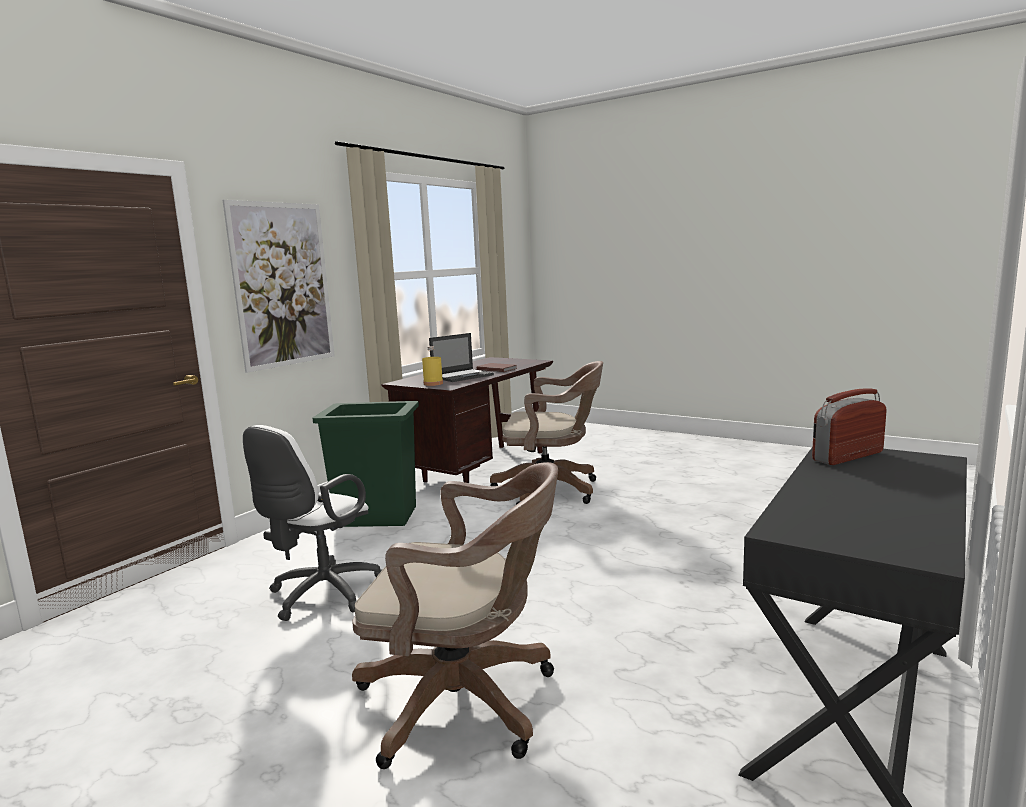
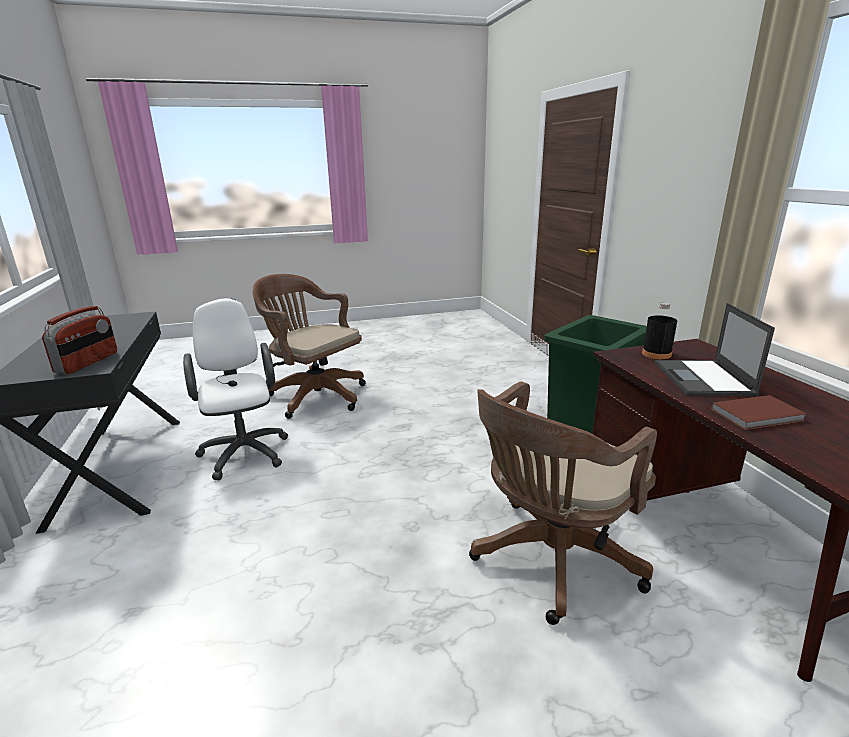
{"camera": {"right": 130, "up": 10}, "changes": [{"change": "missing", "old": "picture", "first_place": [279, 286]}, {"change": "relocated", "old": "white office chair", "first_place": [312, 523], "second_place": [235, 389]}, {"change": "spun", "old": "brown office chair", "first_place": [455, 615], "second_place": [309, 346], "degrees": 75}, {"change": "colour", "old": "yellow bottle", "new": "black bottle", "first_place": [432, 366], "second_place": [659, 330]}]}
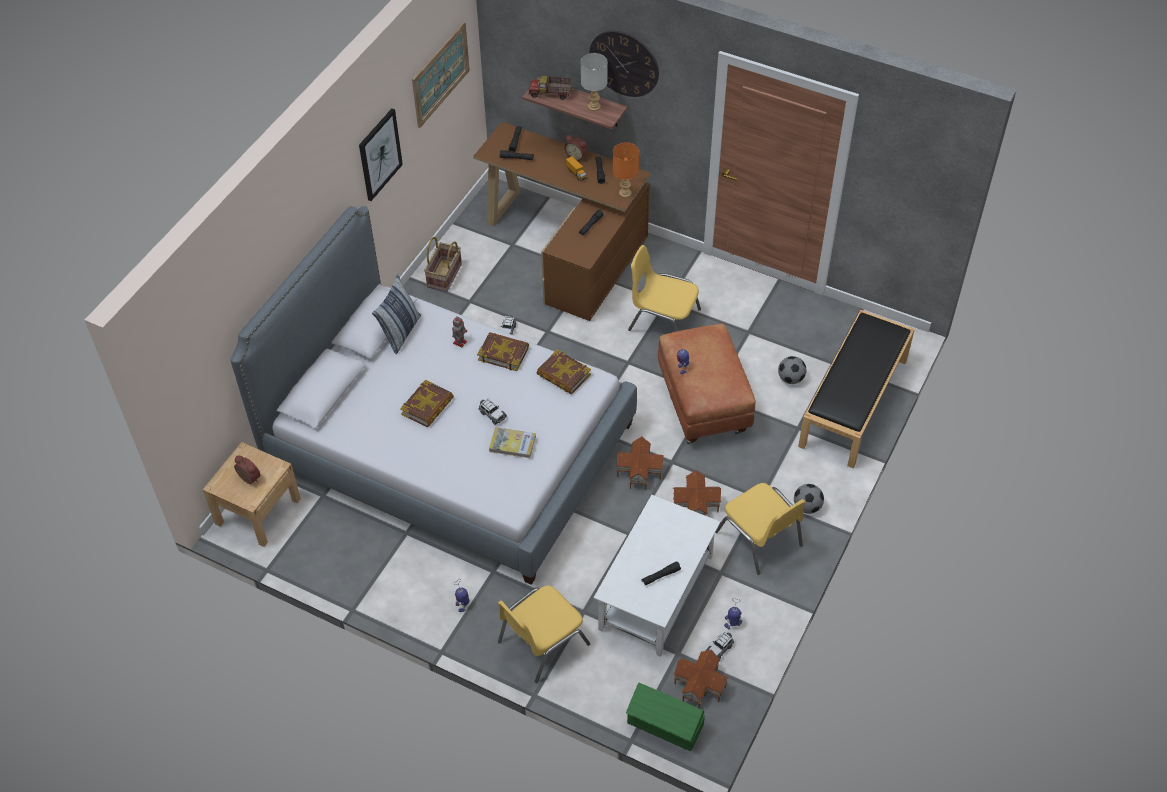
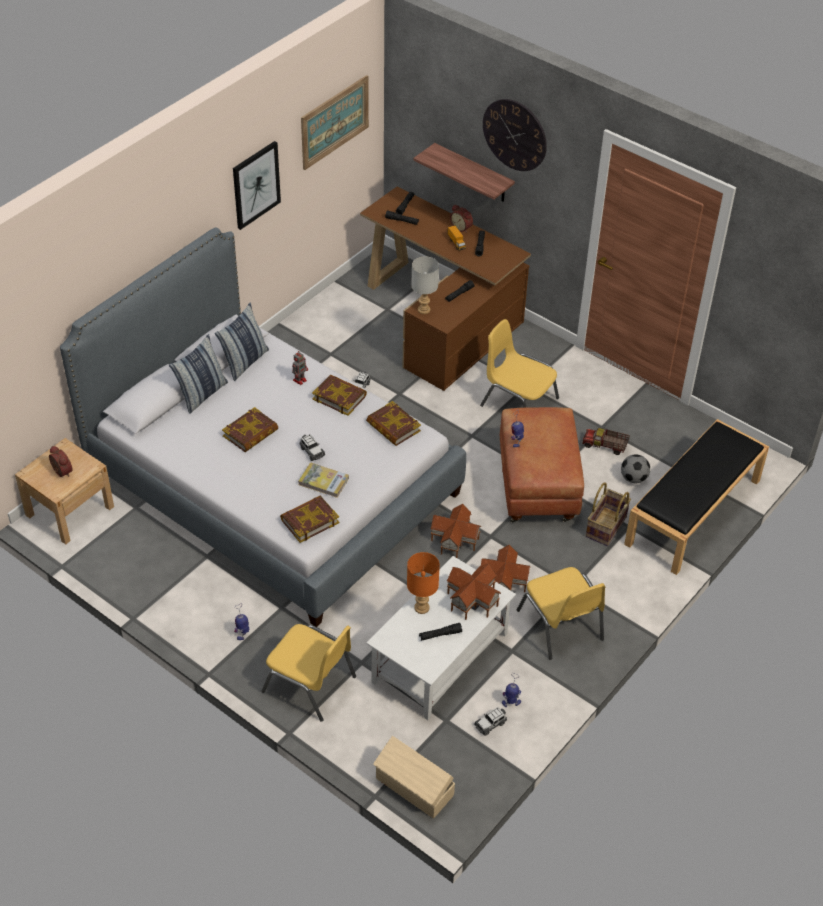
{"camera": {"right": 10, "up": -5}, "changes": [{"change": "relocated", "old": "basket", "first_place": [443, 264], "second_place": [608, 514]}, {"change": "spun", "old": "yellow chair", "first_place": [544, 634], "second_place": [309, 672], "degrees": -120}, {"change": "relocated", "old": "toy truck", "first_place": [550, 88], "second_place": [606, 441]}, {"change": "relocated", "old": "grey table lamp", "first_place": [594, 82], "second_place": [425, 285]}, {"change": "relocated", "old": "orange table lamp", "first_place": [626, 170], "second_place": [423, 583]}, {"change": "colour", "old": "green storage box", "new": "beige storage box", "first_place": [665, 717], "second_place": [414, 777]}, {"change": "relocated", "old": "toy house", "first_place": [701, 679], "second_place": [474, 592]}, {"change": "missing", "old": "football", "first_place": [809, 499]}, {"change": "appeared", "new": "pillow", "second_place": [198, 374]}, {"change": "appeared", "new": "book", "second_place": [309, 519]}]}
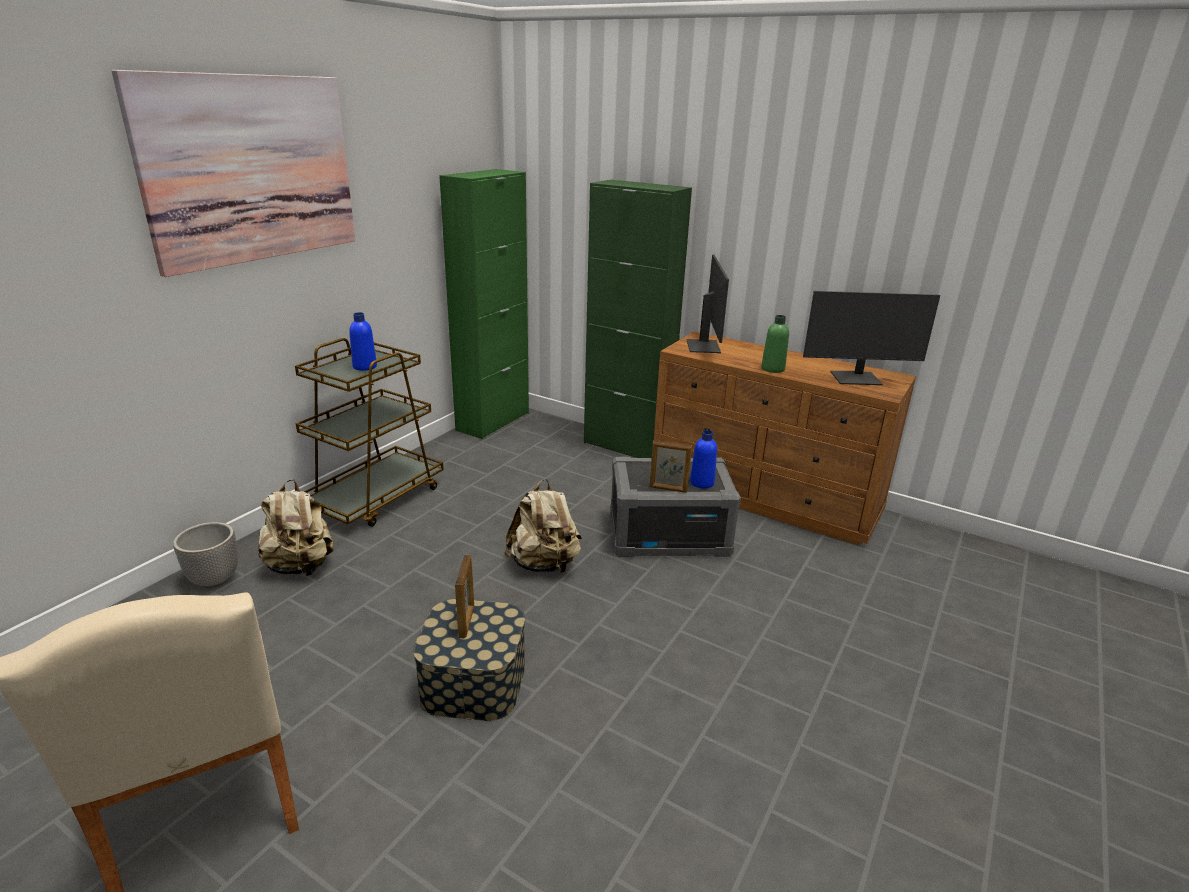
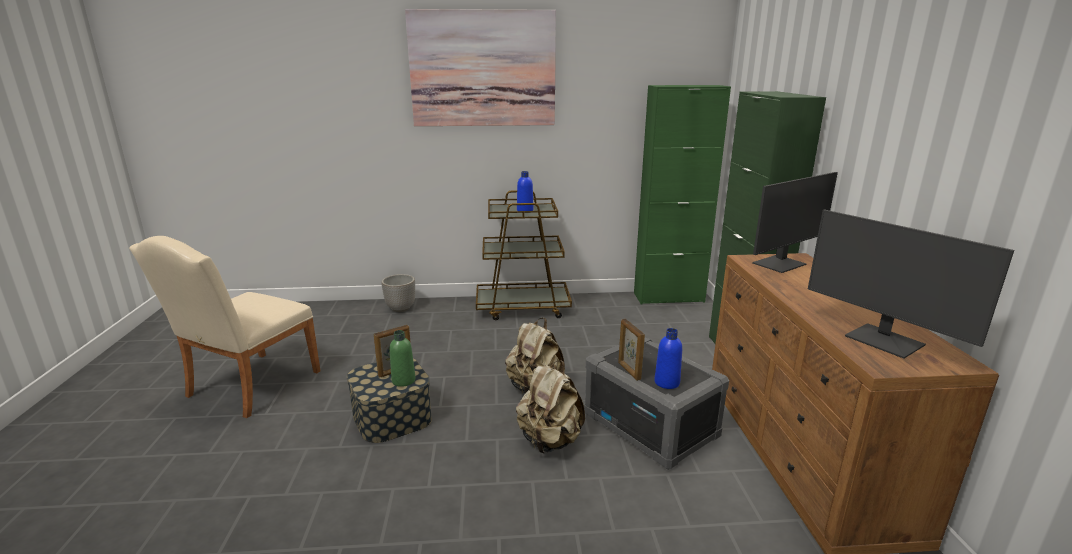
{"camera": {"right": 55, "up": -5}, "changes": [{"change": "relocated", "old": "beige backpack", "first_place": [296, 527], "second_place": [550, 407]}, {"change": "relocated", "old": "green bottle", "first_place": [775, 344], "second_place": [402, 358]}]}
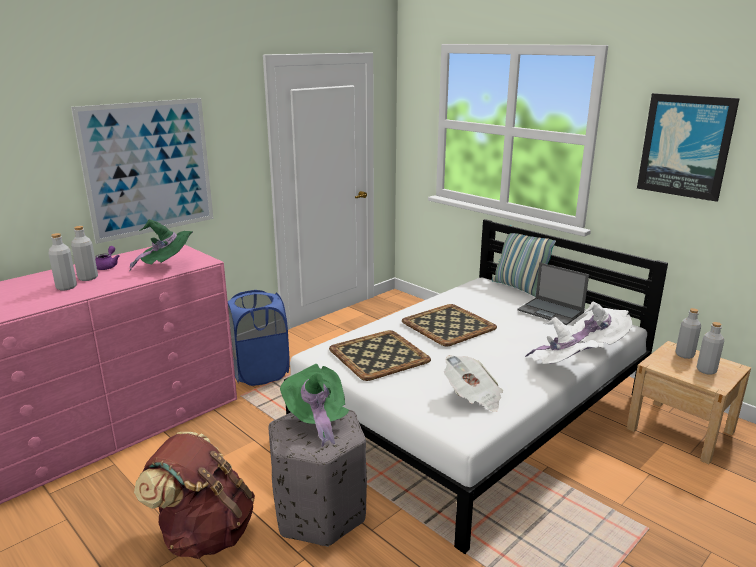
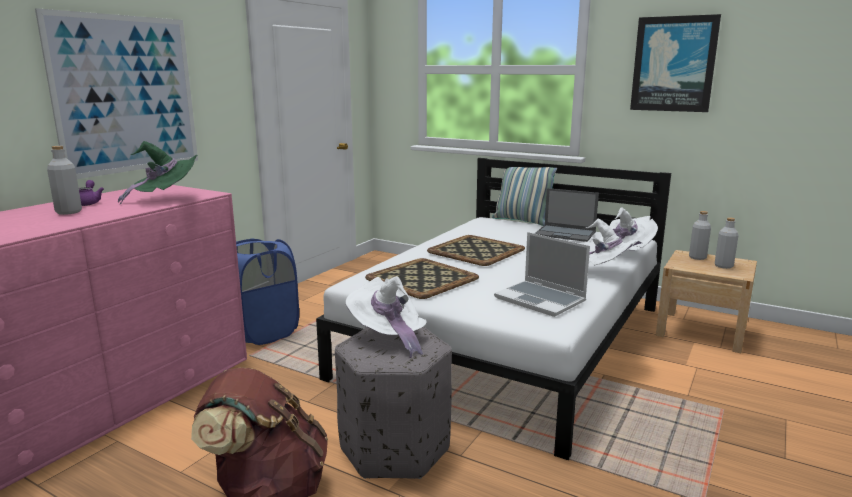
{"camera": {"right": -15, "up": -5}, "changes": [{"change": "missing", "old": "grey bottle", "first_place": [63, 261]}, {"change": "colour", "old": "green hat", "new": "white hat", "first_place": [314, 405], "second_place": [385, 317]}, {"change": "exchanged", "old": "newspaper", "new": "laptop", "first_place": [473, 383], "second_place": [542, 274]}]}
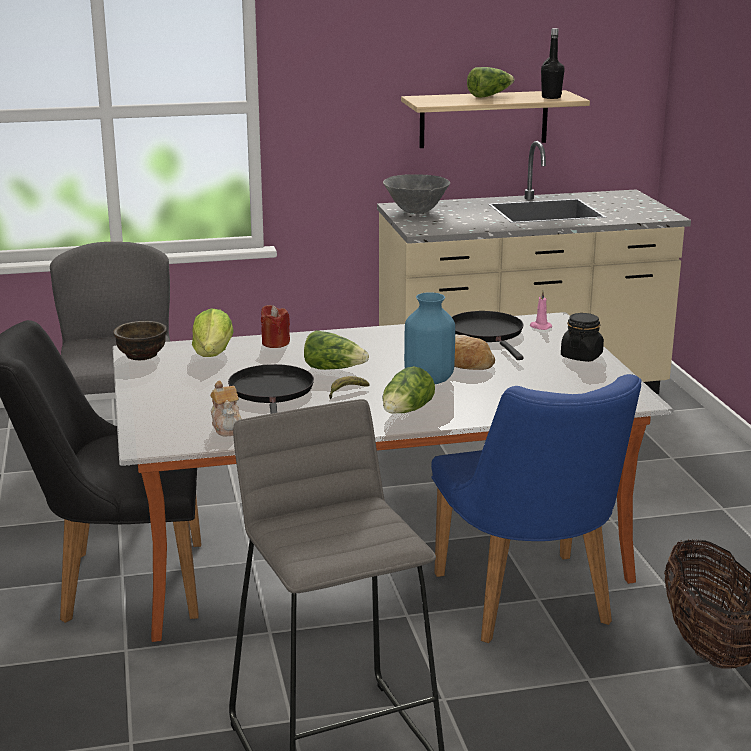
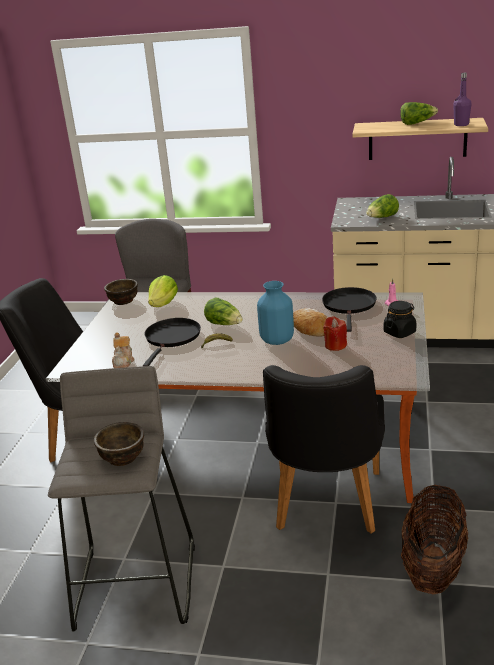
{"camera": {"right": 25, "up": 5}, "changes": [{"change": "relocated", "old": "red candle", "first_place": [275, 326], "second_place": [335, 333]}, {"change": "relocated", "old": "lettuce", "first_place": [408, 389], "second_place": [382, 206]}, {"change": "missing", "old": "grey bowl", "first_place": [416, 194]}, {"change": "colour", "old": "blue chair", "new": "black chair", "first_place": [536, 508], "second_place": [324, 449]}, {"change": "colour", "old": "black bottle", "new": "purple bottle", "first_place": [553, 63], "second_place": [462, 99]}, {"change": "appeared", "new": "brown bowl", "second_place": [119, 444]}]}
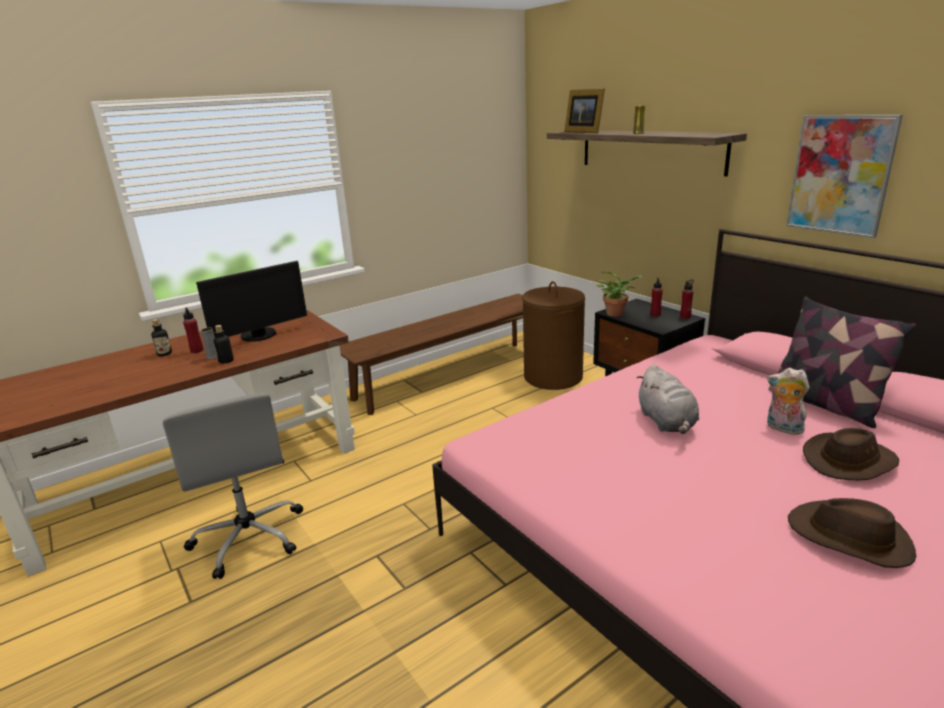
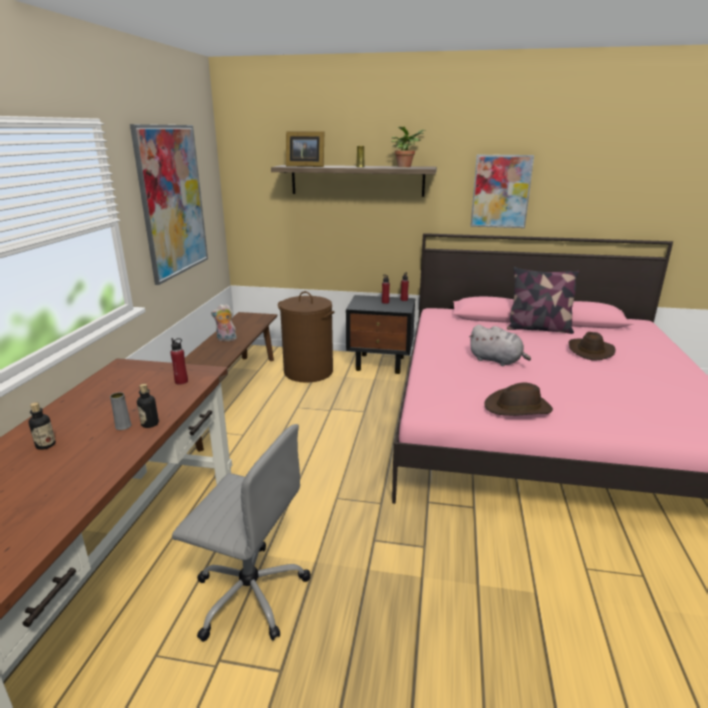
{"camera": {"right": -45, "up": 0}, "changes": [{"change": "relocated", "old": "red bottle", "first_place": [193, 330], "second_place": [179, 361]}, {"change": "missing", "old": "monitor", "first_place": [251, 301]}, {"change": "relocated", "old": "potted plant", "first_place": [619, 293], "second_place": [408, 147]}, {"change": "relocated", "old": "plush toy", "first_place": [788, 401], "second_place": [224, 322]}, {"change": "relocated", "old": "brown hat", "first_place": [852, 533], "second_place": [518, 399]}, {"change": "appeared", "new": "picture", "second_place": [169, 204]}]}
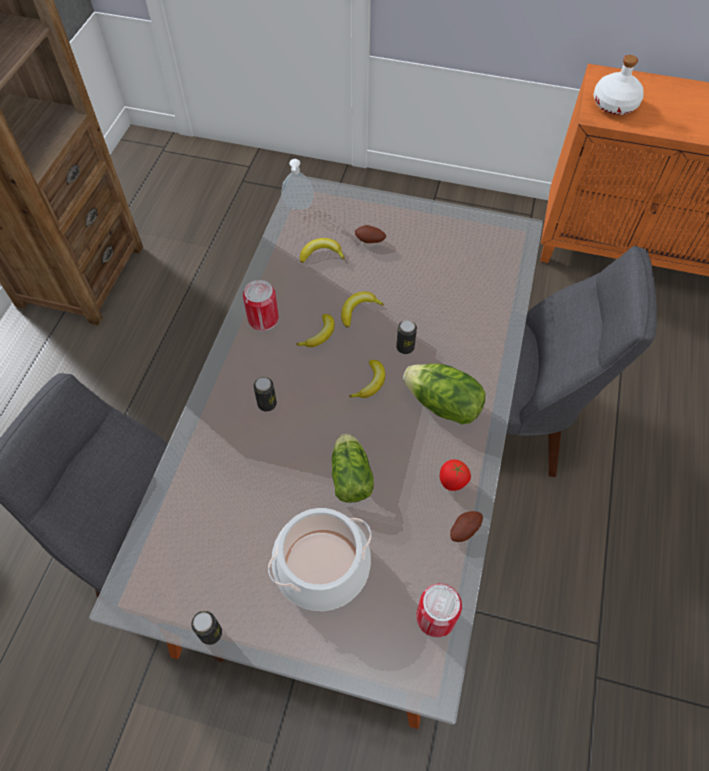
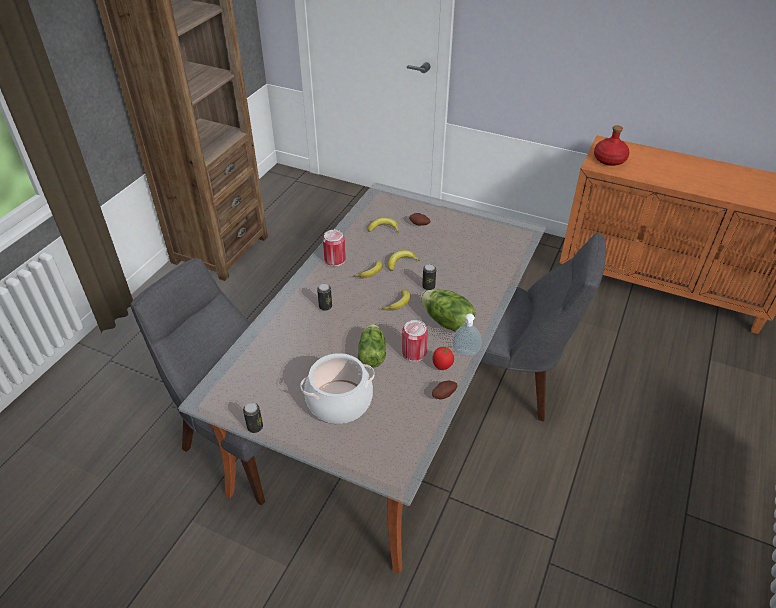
{"camera": {"right": 10, "up": -15}, "changes": [{"change": "relocated", "old": "soap dispenser", "first_place": [298, 184], "second_place": [467, 335]}, {"change": "relocated", "old": "can", "first_place": [439, 610], "second_place": [415, 341]}, {"change": "colour", "old": "white bottle", "new": "red bottle", "first_place": [619, 85], "second_place": [611, 145]}]}
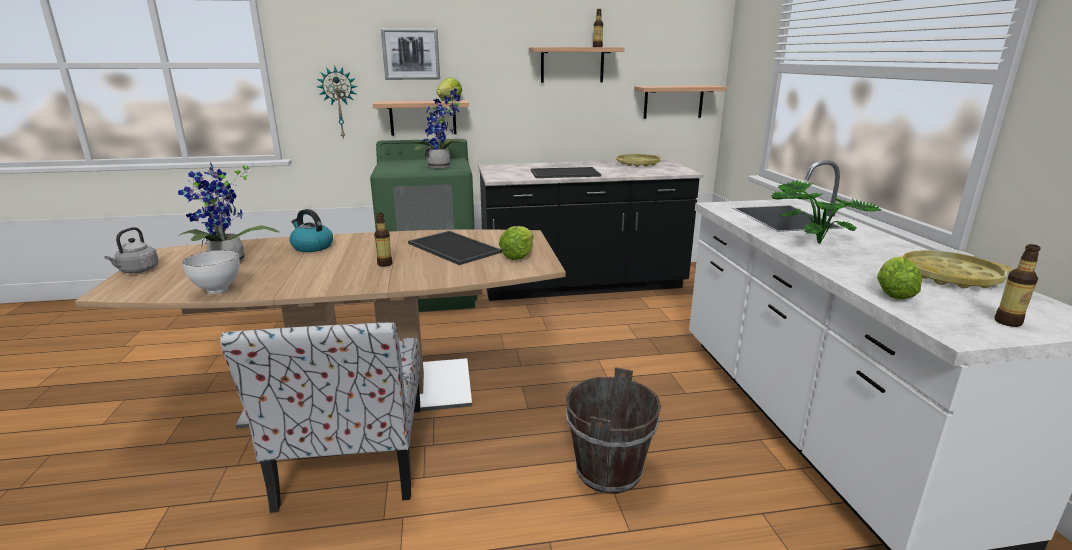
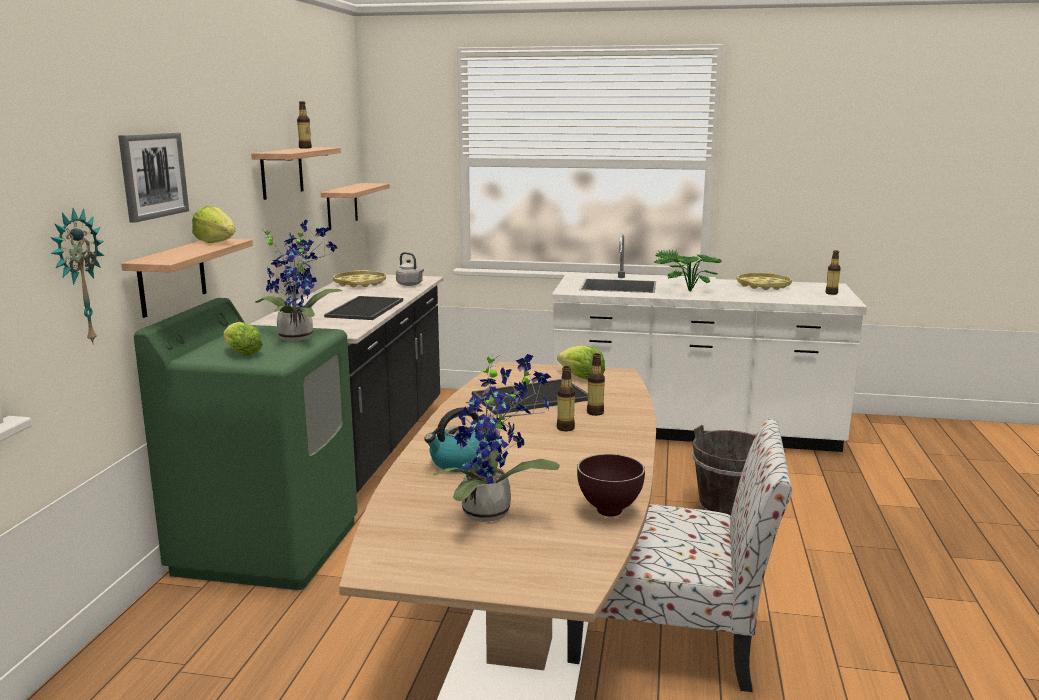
{"camera": {"right": -70, "up": -5}, "changes": [{"change": "relocated", "old": "grey kettle", "first_place": [132, 250], "second_place": [410, 269]}, {"change": "colour", "old": "white bowl", "new": "brown bowl", "first_place": [211, 272], "second_place": [611, 485]}, {"change": "relocated", "old": "lettuce", "first_place": [899, 278], "second_place": [243, 339]}, {"change": "appeared", "new": "bottle", "second_place": [596, 384]}]}
